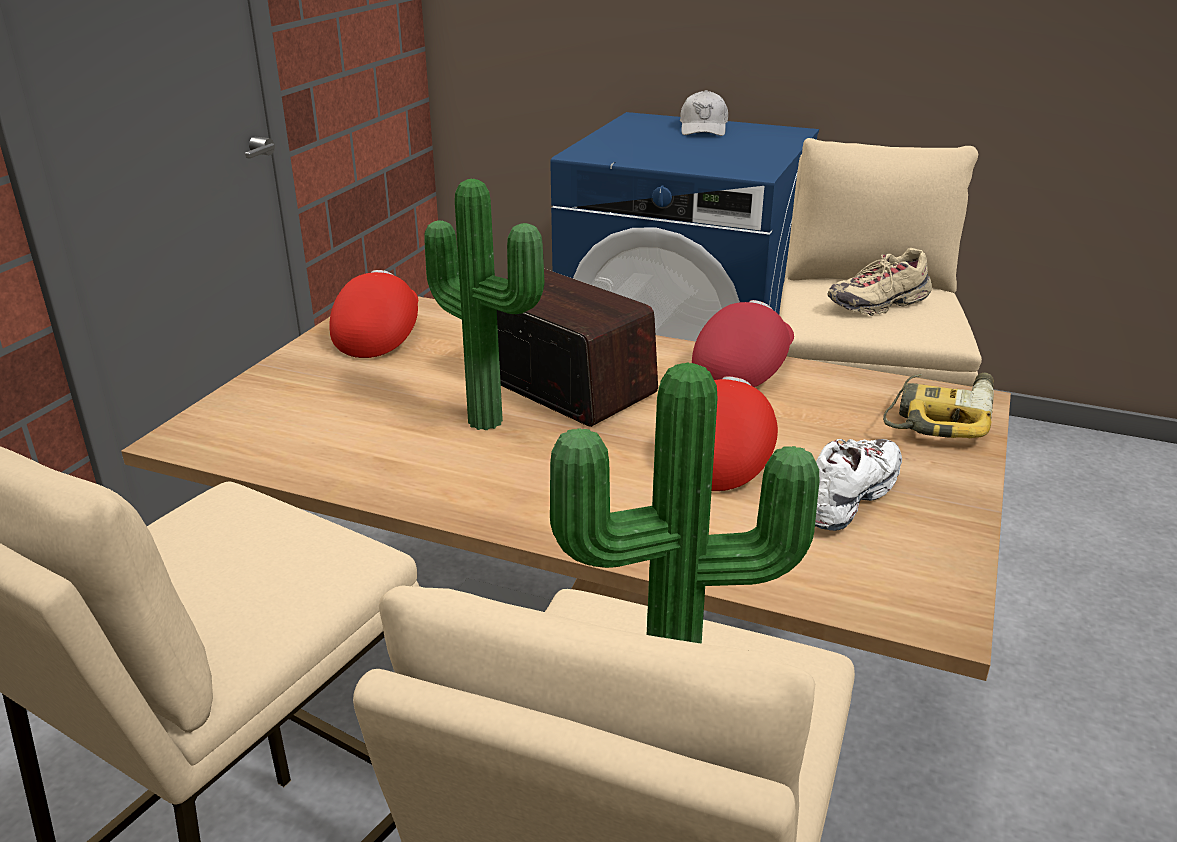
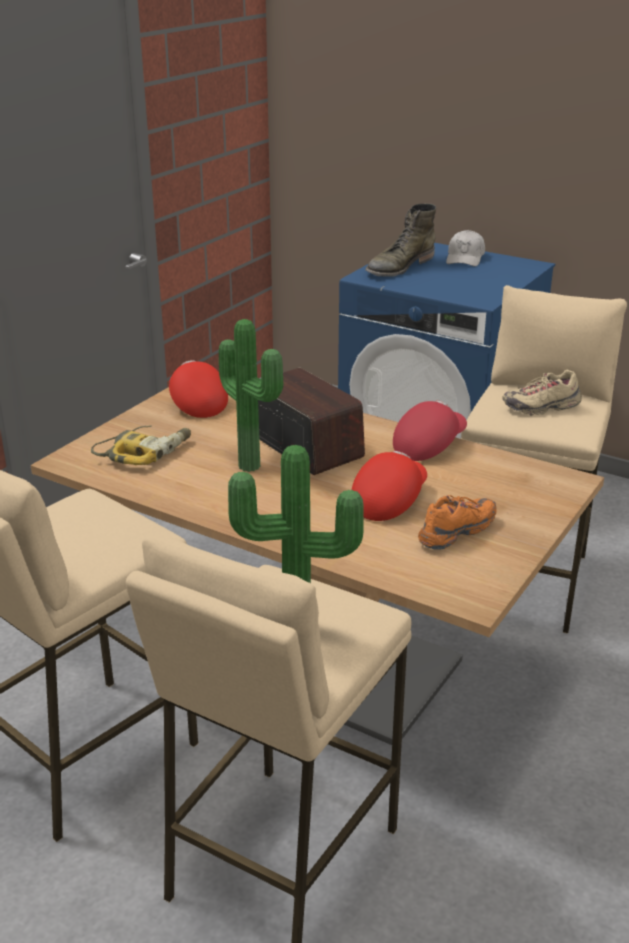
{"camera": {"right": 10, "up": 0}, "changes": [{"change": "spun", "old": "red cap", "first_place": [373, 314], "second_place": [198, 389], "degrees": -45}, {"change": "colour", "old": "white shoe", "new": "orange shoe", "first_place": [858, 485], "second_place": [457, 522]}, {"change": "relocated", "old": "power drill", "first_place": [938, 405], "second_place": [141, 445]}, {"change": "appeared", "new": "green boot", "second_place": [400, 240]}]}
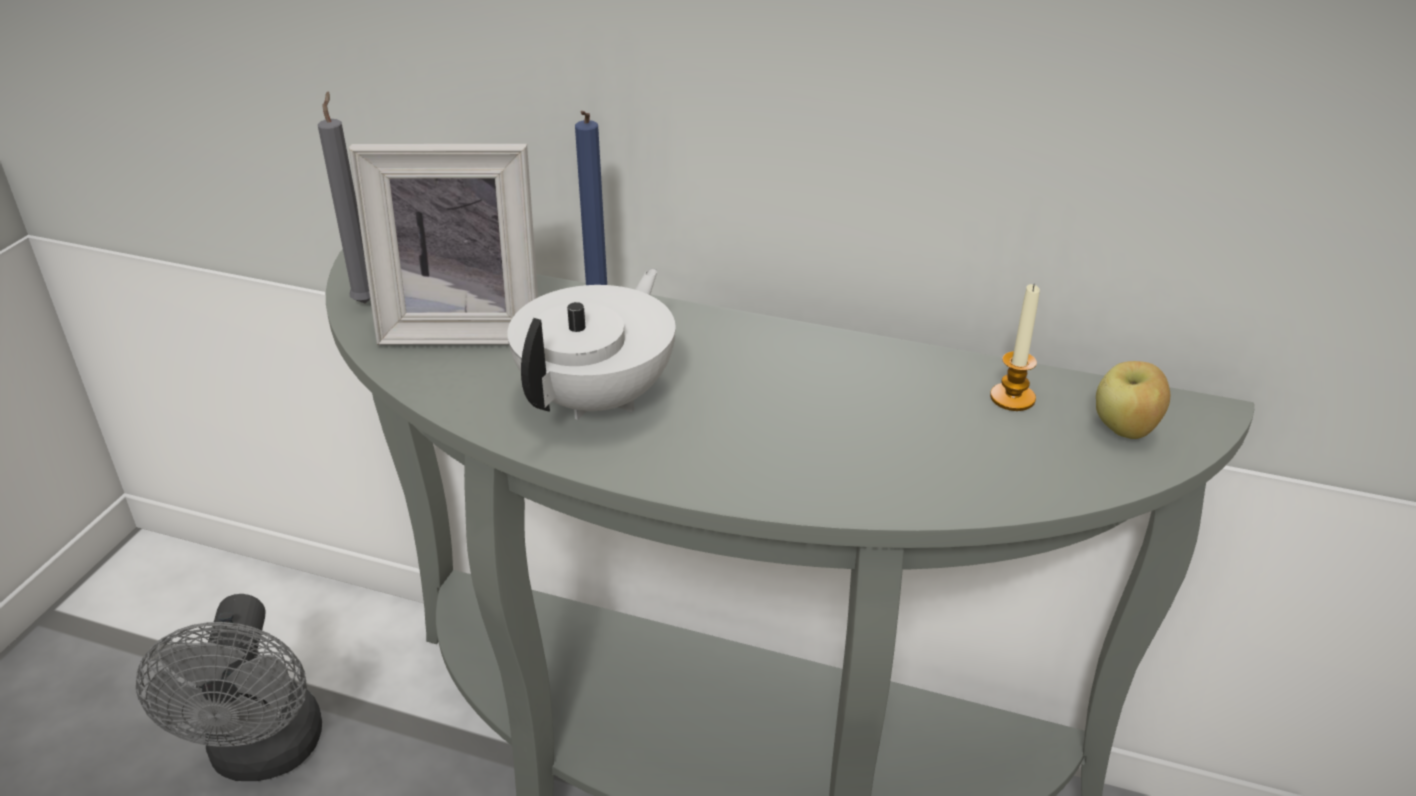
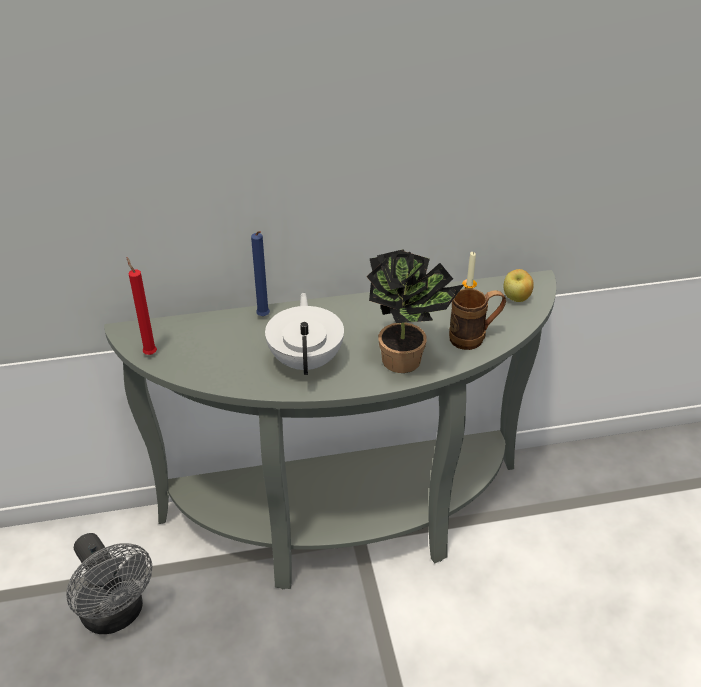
{"camera": {"right": -30, "up": 5}, "changes": [{"change": "colour", "old": "grey candle", "new": "red candle", "first_place": [344, 197], "second_place": [141, 306]}, {"change": "missing", "old": "picture frame", "first_place": [443, 244]}, {"change": "appeared", "new": "potted plant", "second_place": [415, 311]}, {"change": "appeared", "new": "brown mug", "second_place": [477, 319]}]}
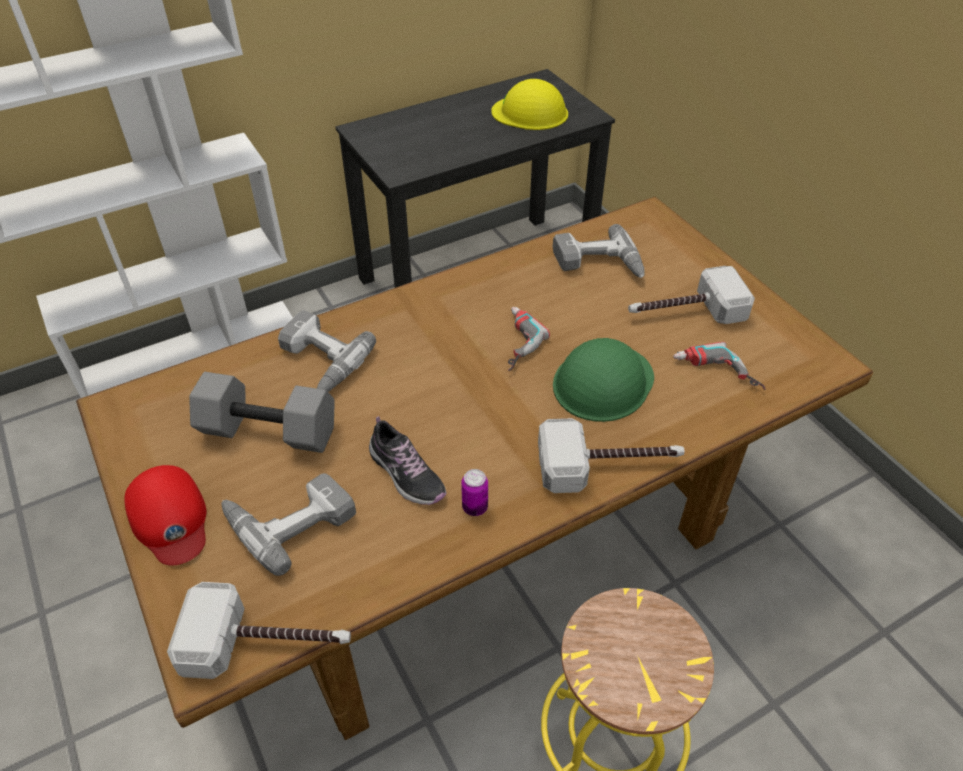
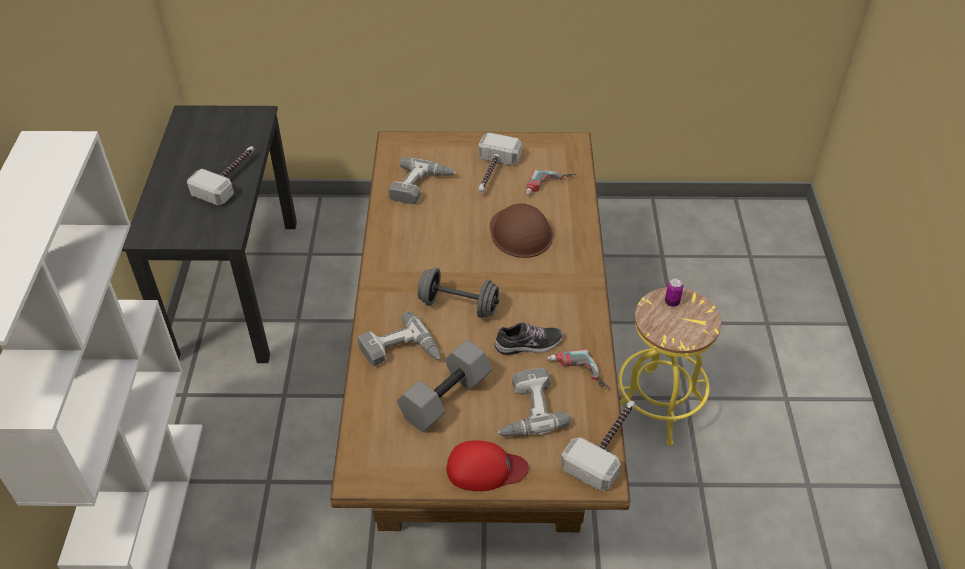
{"camera": {"right": -60, "up": 0}, "changes": [{"change": "relocated", "old": "can", "first_place": [474, 492], "second_place": [674, 292]}, {"change": "missing", "old": "yellow hard hat", "first_place": [529, 104]}, {"change": "relocated", "old": "power drill", "first_place": [529, 339], "second_place": [578, 369]}, {"change": "relocated", "old": "hammer", "first_place": [611, 455], "second_place": [220, 176]}, {"change": "colour", "old": "green hard hat", "new": "brown hard hat", "first_place": [603, 380], "second_place": [521, 230]}, {"change": "appeared", "new": "grey dumbbell", "second_place": [458, 293]}]}
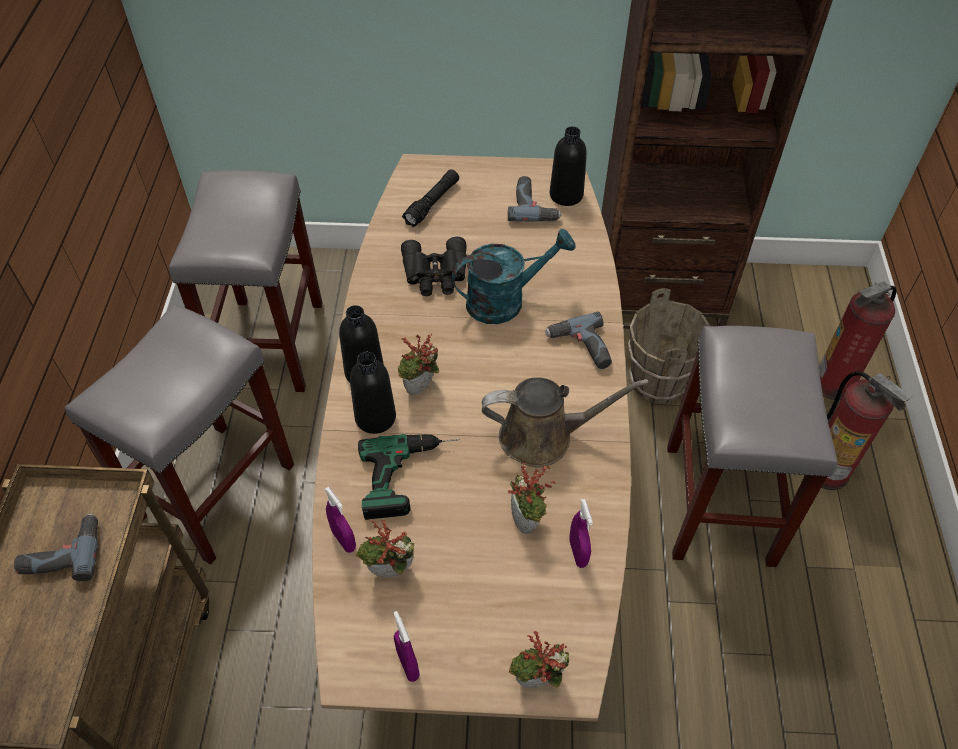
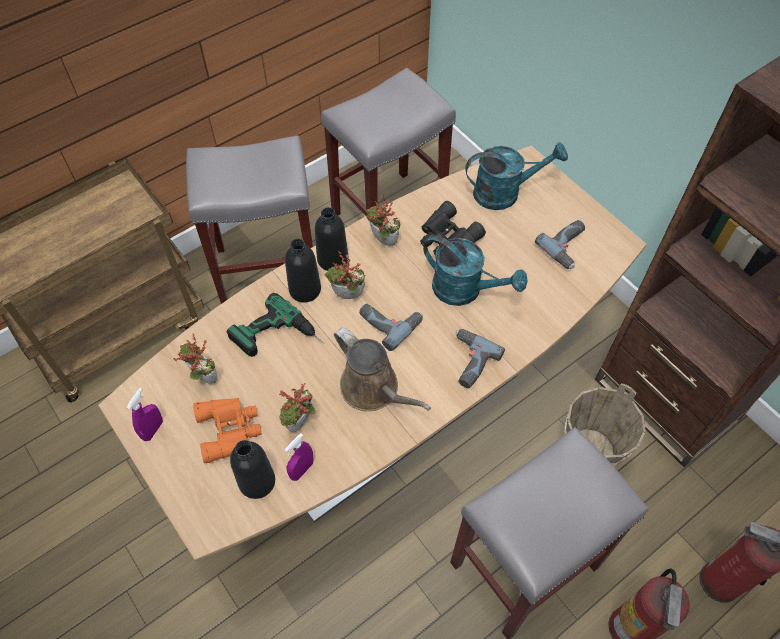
{"camera": {"right": 50, "up": 5}, "changes": [{"change": "relocated", "old": "power drill", "first_place": [56, 547], "second_place": [391, 327]}, {"change": "missing", "old": "purple spray bottle", "first_place": [340, 520]}, {"change": "exchanged", "old": "black flashlight", "new": "turquoise watering can", "first_place": [430, 198], "second_place": [516, 176]}, {"change": "relocated", "old": "potted plant", "first_place": [539, 659], "second_place": [383, 220]}, {"change": "relocated", "old": "black bottle", "first_place": [568, 166], "second_place": [252, 469]}, {"change": "appeared", "new": "orange binoculars", "second_place": [227, 430]}]}
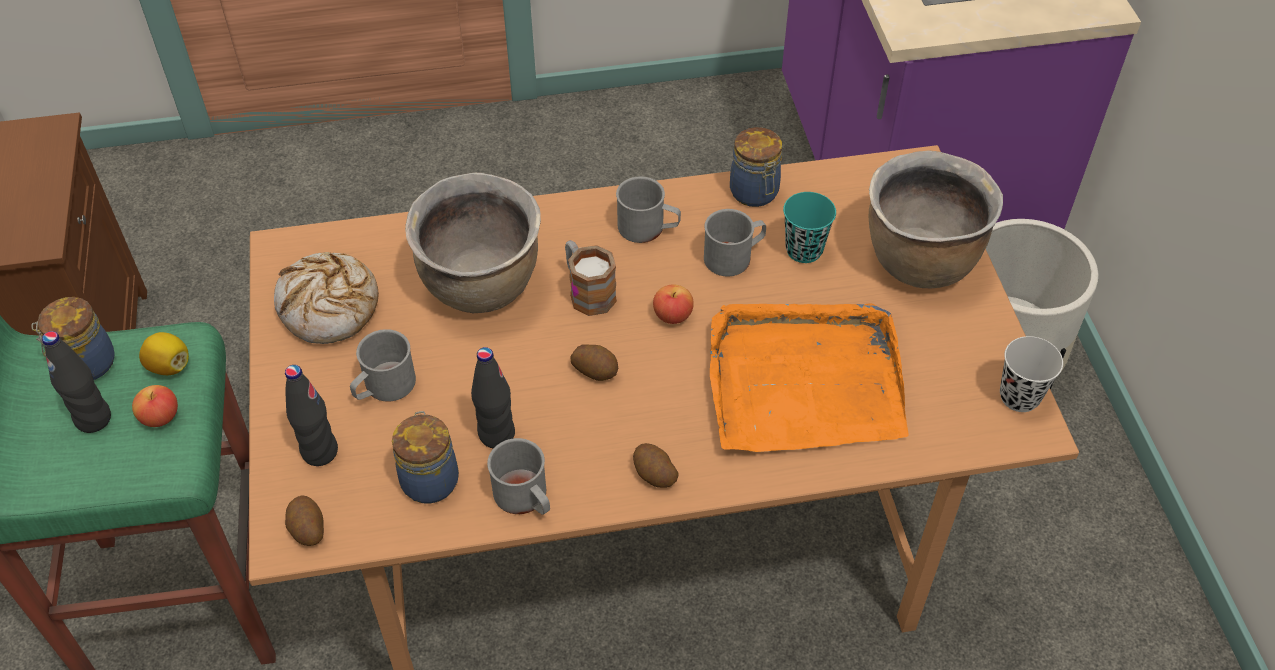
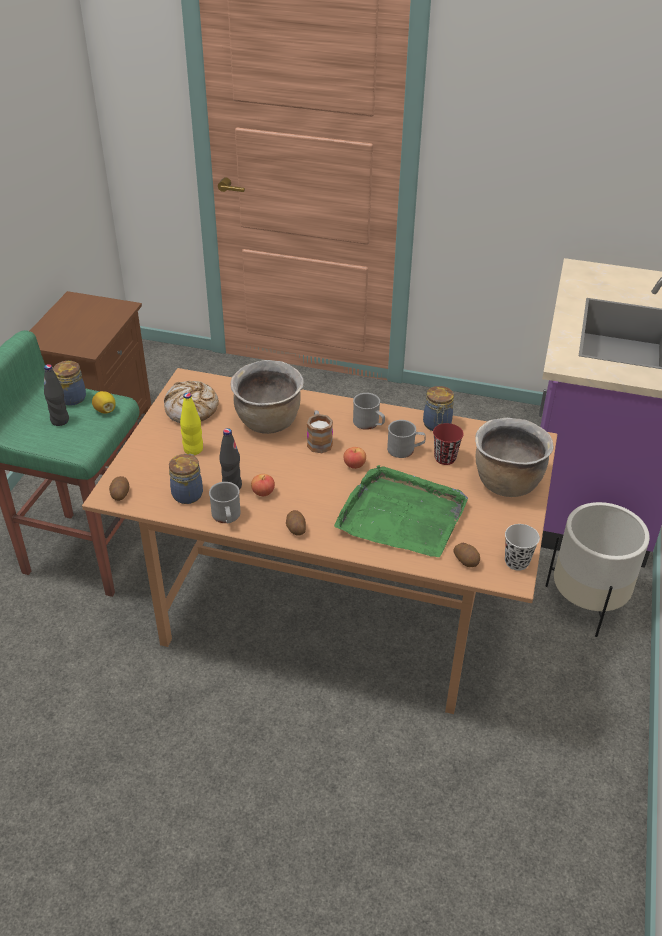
{"camera": {"right": 25, "up": -10}, "changes": [{"change": "relocated", "old": "apple", "first_place": [155, 406], "second_place": [263, 485]}, {"change": "missing", "old": "black bottle", "first_place": [311, 415]}, {"change": "exchanged", "old": "grey mug", "new": "yellow bottle", "first_place": [383, 365], "second_place": [191, 424]}, {"change": "relocated", "old": "potato", "first_place": [594, 362], "second_place": [466, 555]}, {"change": "colour", "old": "orange tray", "new": "green tray", "first_place": [809, 377], "second_place": [401, 511]}, {"change": "colour", "old": "turquoise cup", "new": "red cup", "first_place": [809, 227], "second_place": [448, 444]}]}
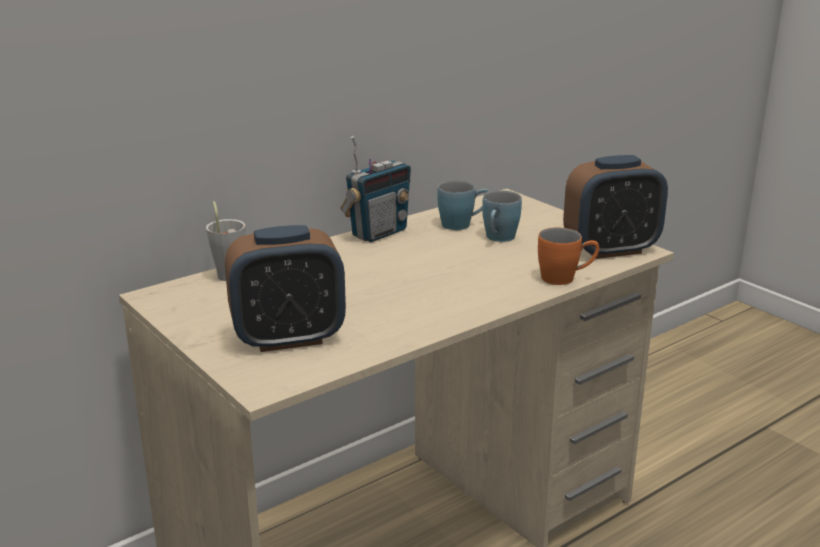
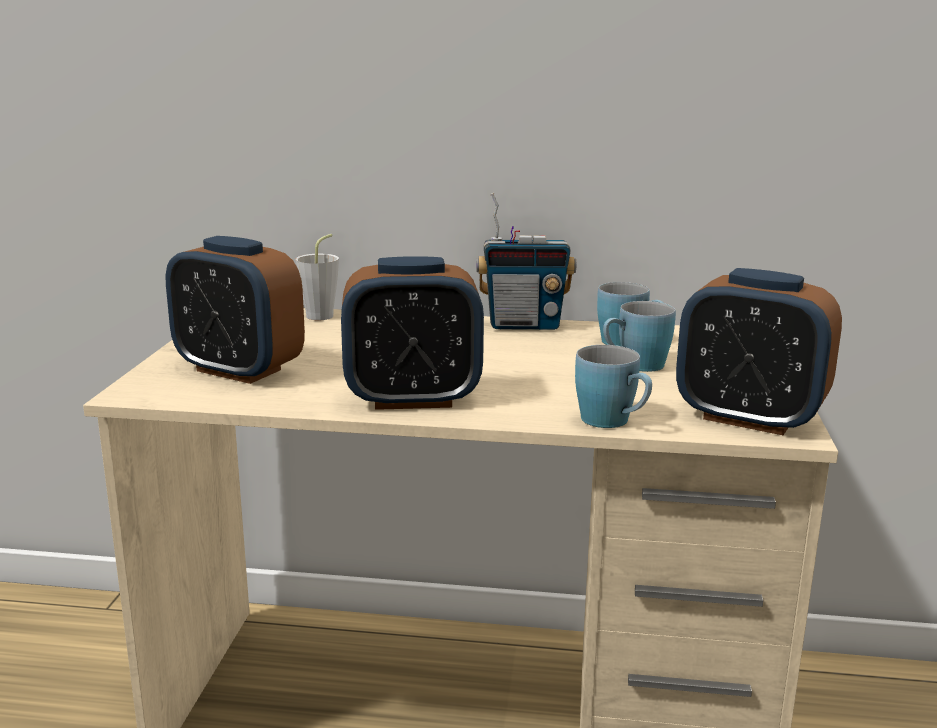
{"camera": {"right": 45, "up": -5}, "changes": [{"change": "colour", "old": "orange mug", "new": "blue mug", "first_place": [568, 256], "second_place": [613, 386]}, {"change": "appeared", "new": "alarm clock", "second_place": [412, 333]}]}
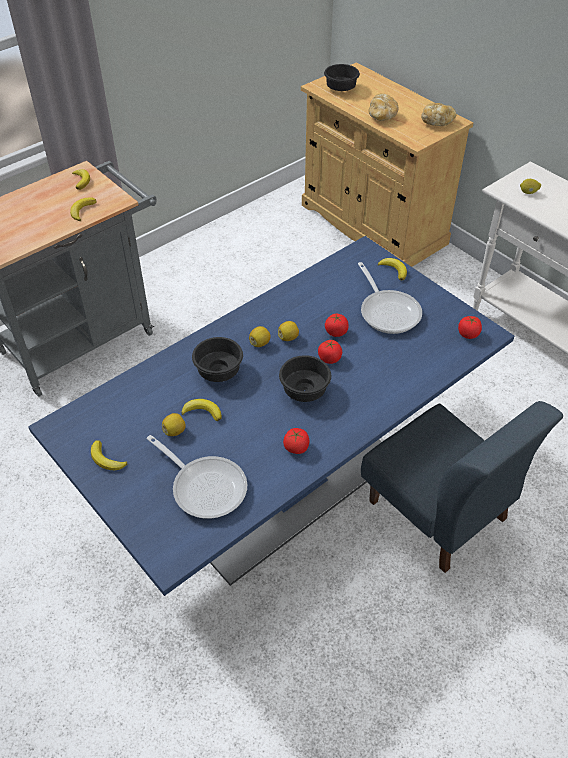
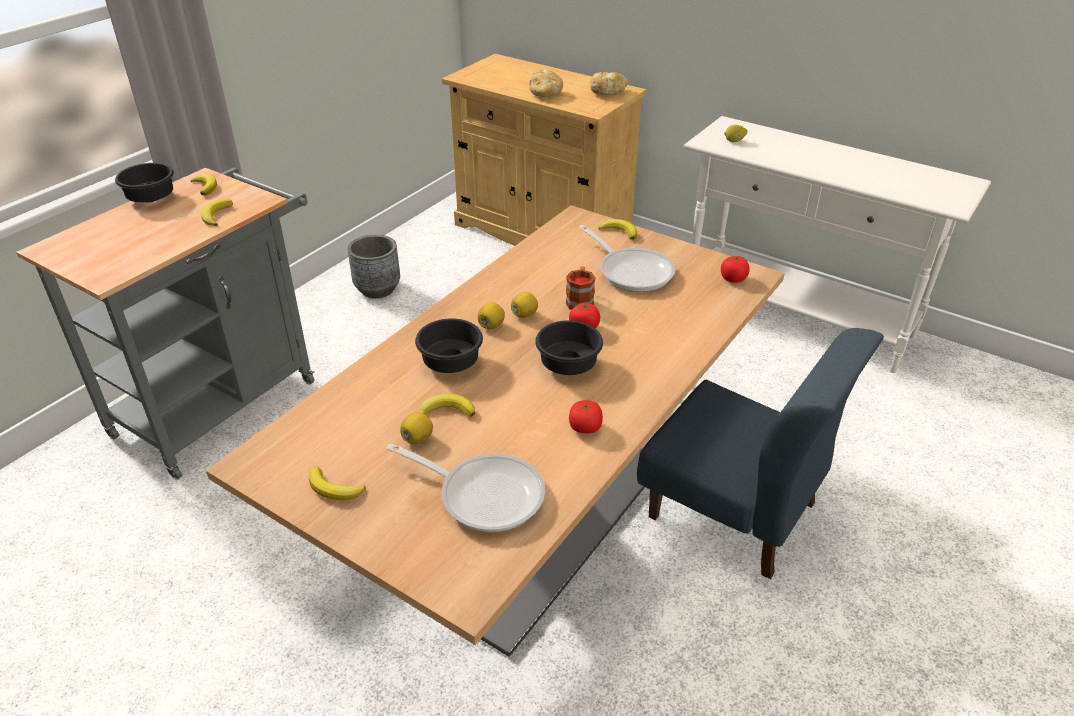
{"camera": {"right": -15, "up": -10}, "changes": [{"change": "colour", "old": "blue dining table", "new": "beige dining table", "first_place": [271, 416], "second_place": [495, 431]}, {"change": "relocated", "old": "black bowl", "first_place": [342, 77], "second_place": [144, 182]}, {"change": "exchanged", "old": "tomato", "new": "mug", "first_place": [337, 325], "second_place": [580, 288]}, {"change": "appeared", "new": "grey planter", "second_place": [374, 266]}]}
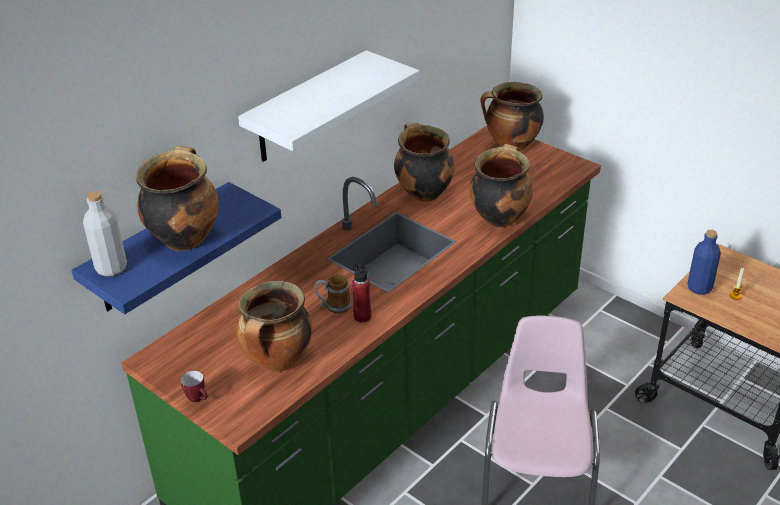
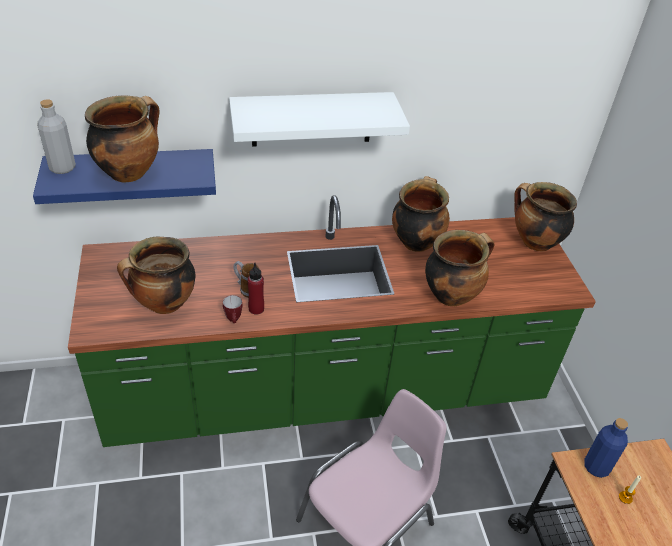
{"camera": {"right": 35, "up": 5}, "changes": [{"change": "relocated", "old": "mug", "first_place": [194, 386], "second_place": [232, 309]}]}
